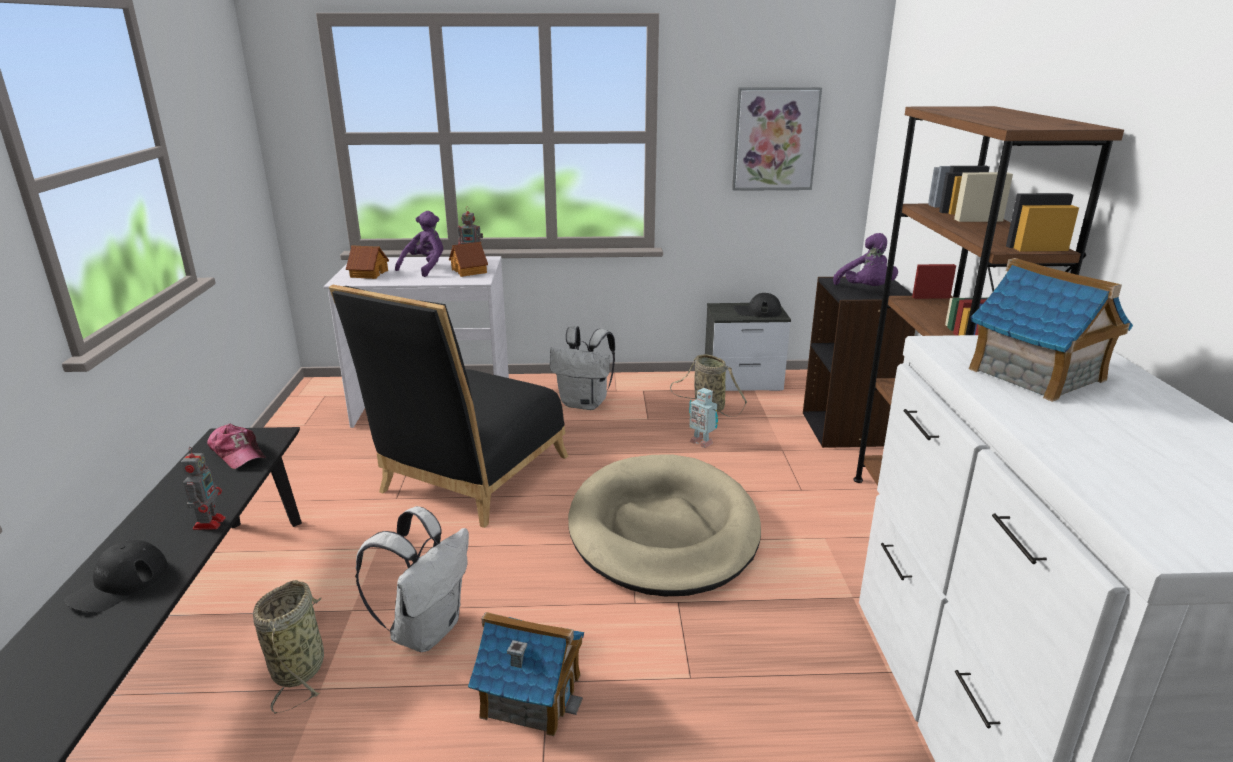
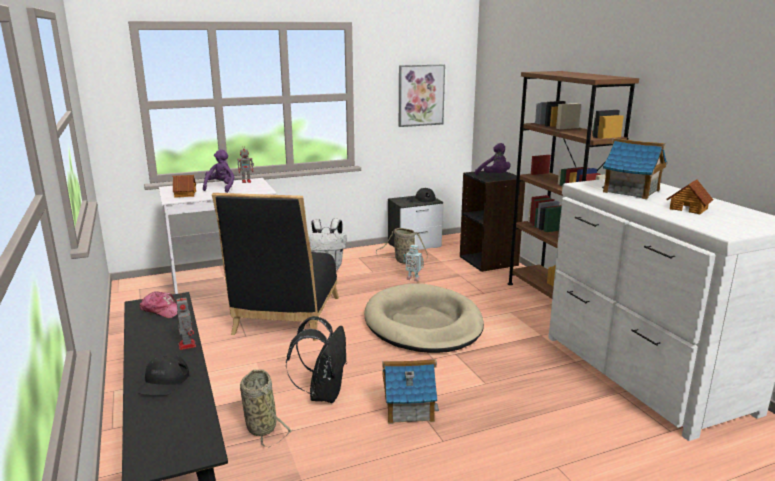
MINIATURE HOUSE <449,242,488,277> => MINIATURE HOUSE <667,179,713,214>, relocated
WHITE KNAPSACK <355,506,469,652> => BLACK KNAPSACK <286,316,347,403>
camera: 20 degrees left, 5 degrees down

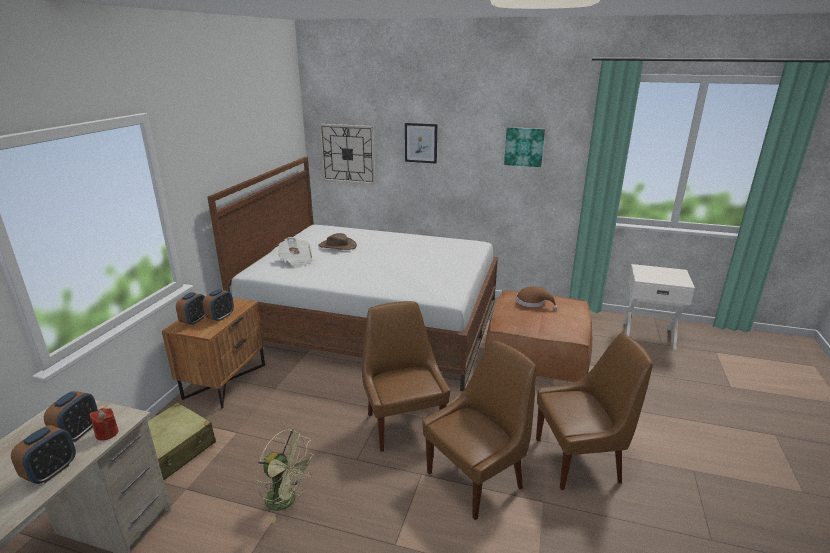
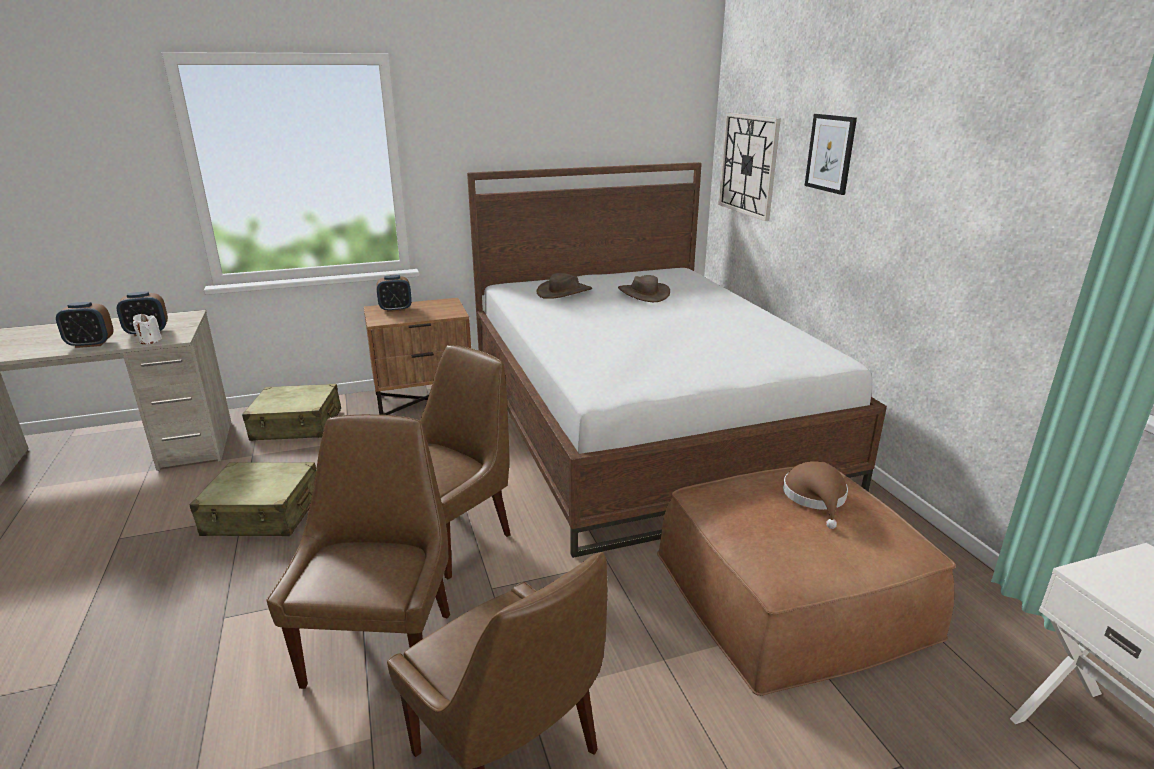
ALARM CLOCK <203,289,234,322> => nothing
PICTURE <504,127,545,167> => nothing
GREEN-COLOURED COOLING FAN <256,429,315,523> => SAND-COLOURED PIECE OF LUGGAGE <190,462,316,536>
NEWSPAPER <278,237,313,269> => BROWNISH HAT <536,273,592,299>
RED-COLOURED WAX CANDLE <90,408,118,440> => WHITE WAX CANDLE <133,314,162,344>
BROWNISH UPRIGHT CHAIR <422,340,536,520> => BROWNISH UPRIGHT CHAIR <266,414,450,689>, 105 degrees counterclockwise
camera: 55 degrees right, 0 degrees up

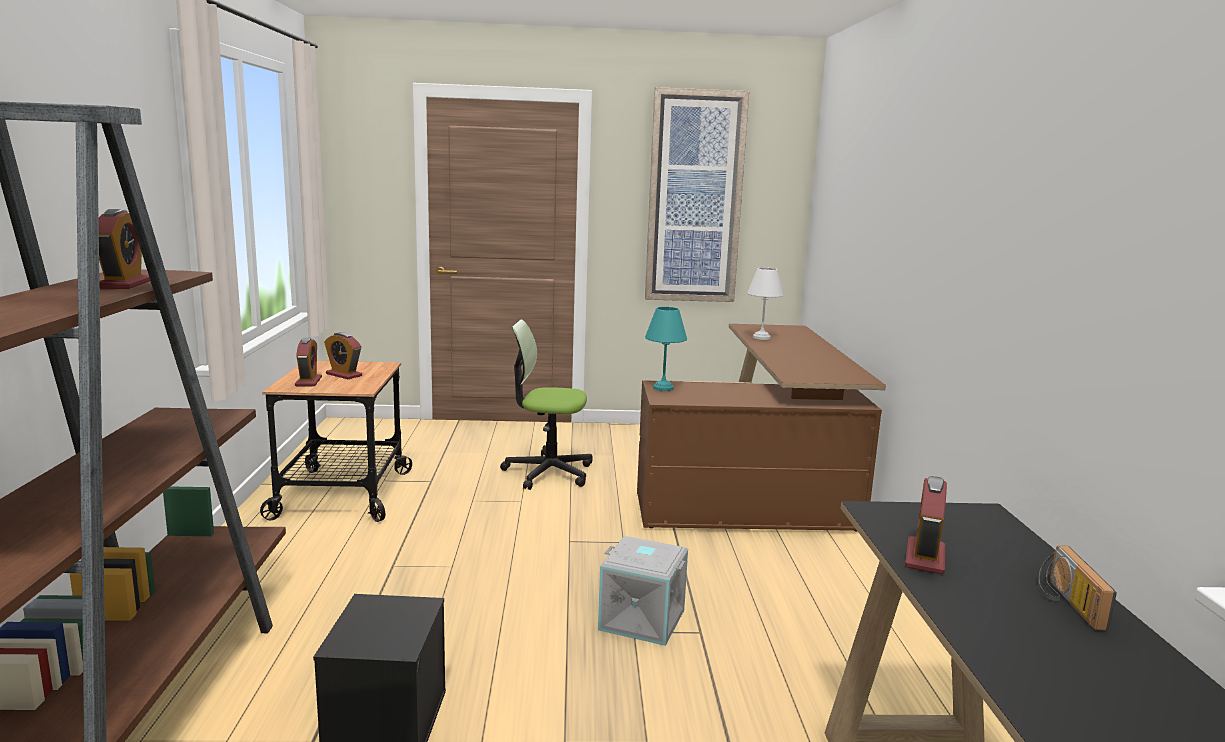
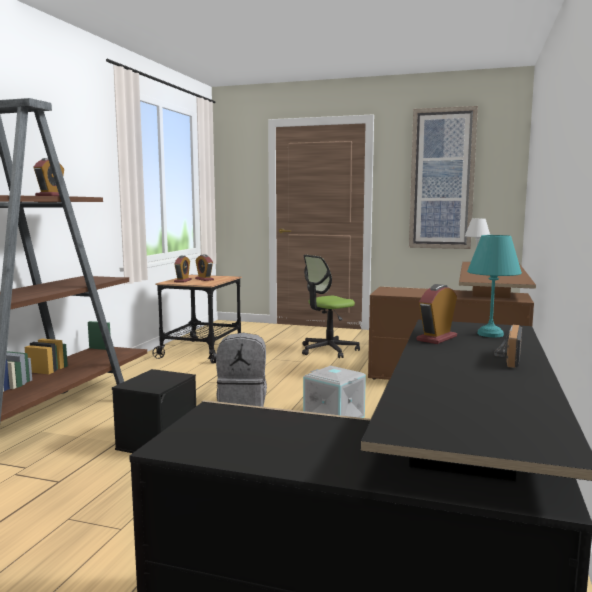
nothing => GREY KNAPSACK <216,333,267,407>
TURQUOISE LAMP FOR A TABLE <645,307,687,391> => TURQUOISE LAMP FOR A TABLE <467,235,522,337>, relocated
COMPUTER CHAIR <500,319,593,490> => COMPUTER CHAIR <302,255,360,358>, 60 degrees counterclockwise
camera: 20 degrees right, 5 degrees down

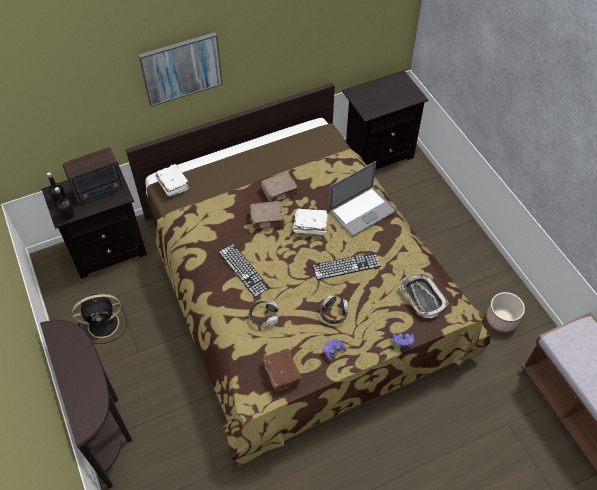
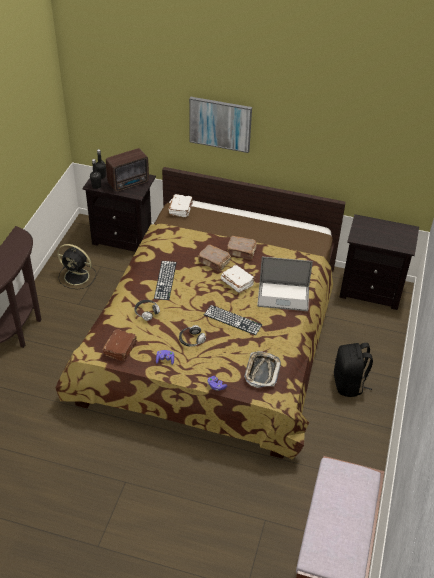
FLOWER POT <486,292,525,332> => nothing
nothing => BLACK KNAPSACK <334,343,373,397>
RADIO RECEIVER <63,148,125,204> => RADIO RECEIVER <106,148,149,192>, 45 degrees counterclockwise
camera: 40 degrees right, 10 degrees down

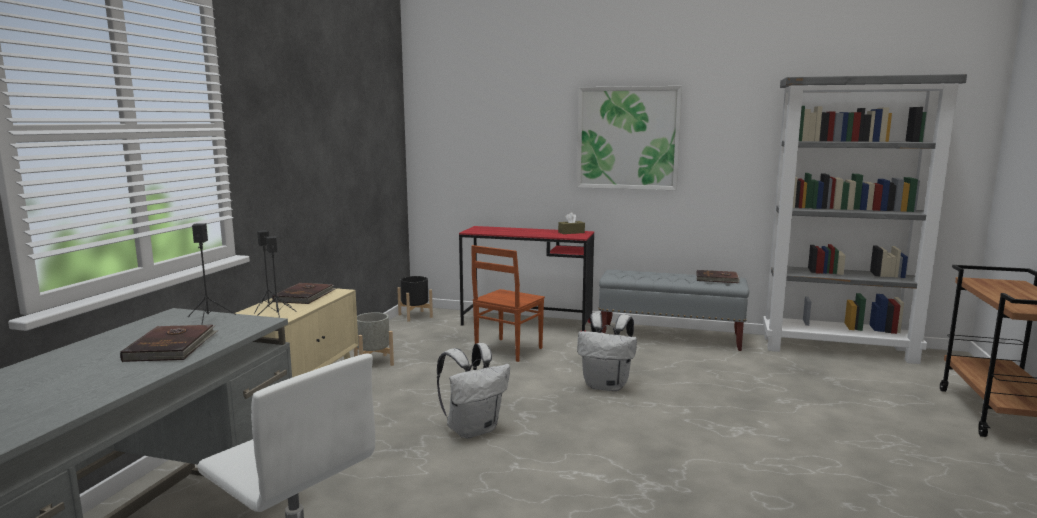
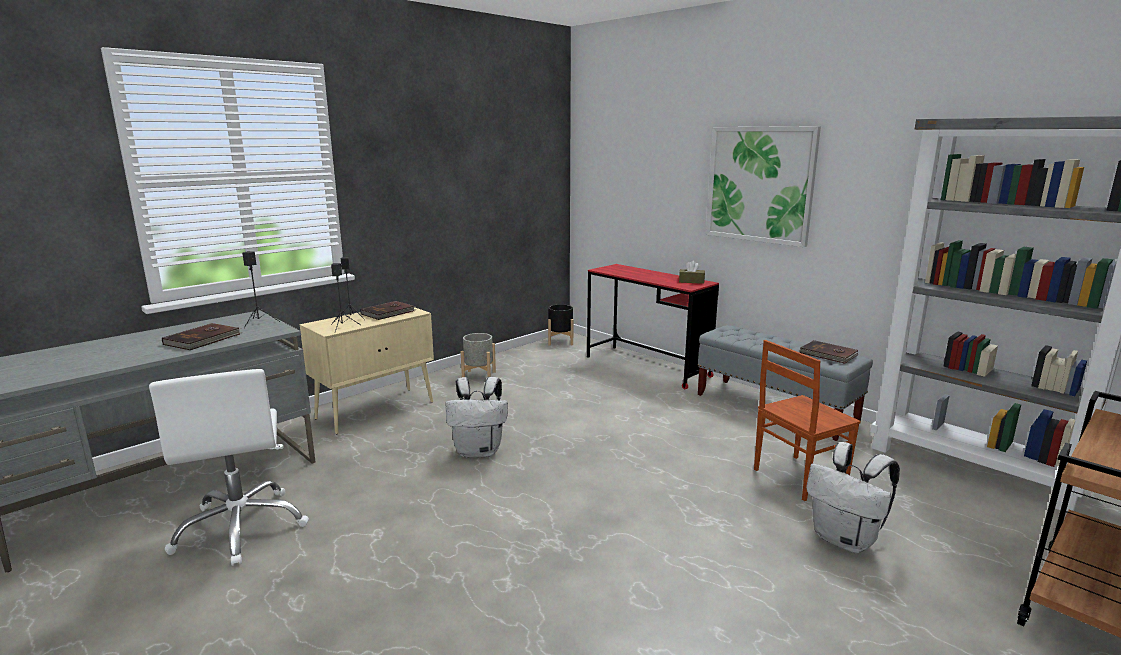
BROWNISH UPRIGHT CHAIR <471,245,545,362> => BROWNISH UPRIGHT CHAIR <754,340,861,501>, relocated
WHITE KNAPSACK <577,312,637,391> => WHITE KNAPSACK <806,442,900,553>, relocated
camera: 30 degrees right, 5 degrees up

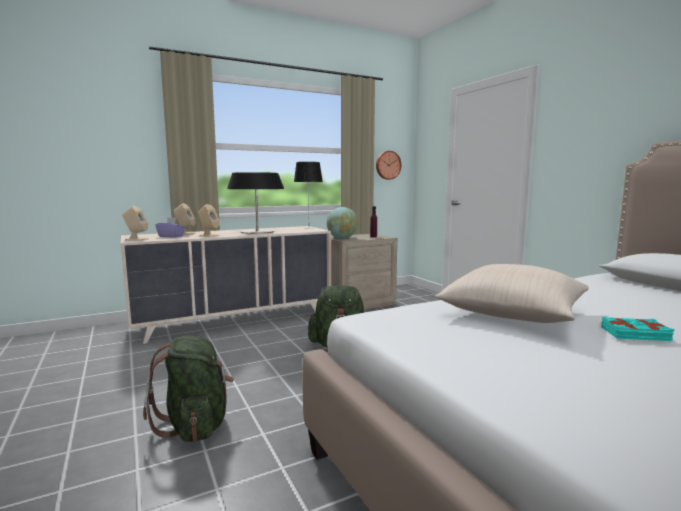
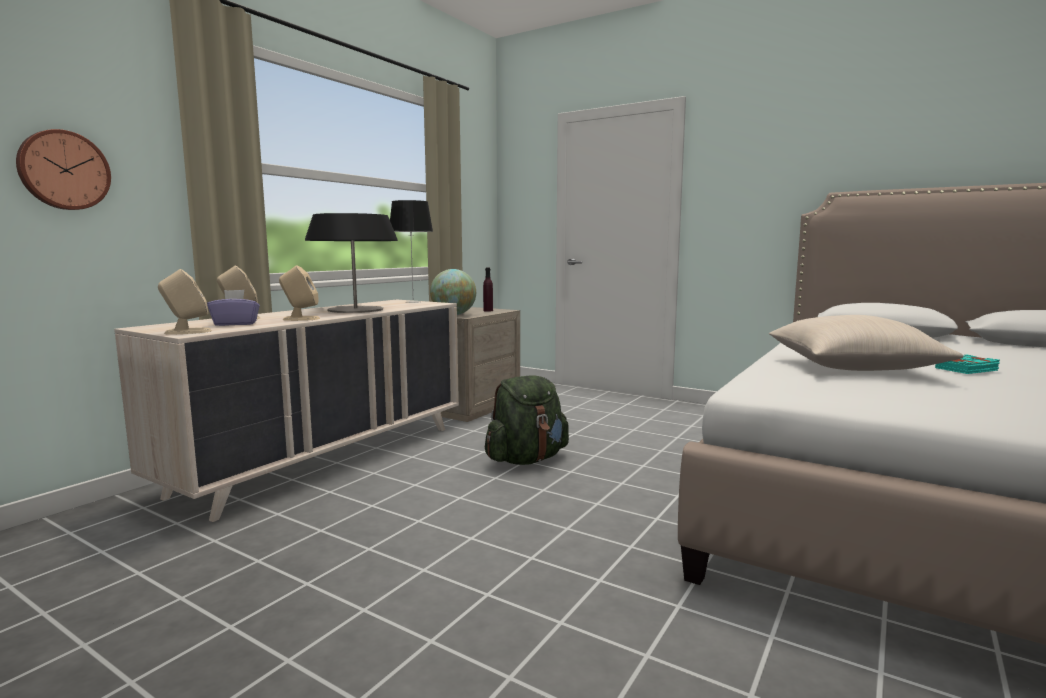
GREEN-COLOURED KNAPSACK <143,336,234,442> => nothing
WALL CLOCK <376,151,401,180> => WALL CLOCK <16,129,111,210>, relocated
camera: 30 degrees left, 0 degrees up

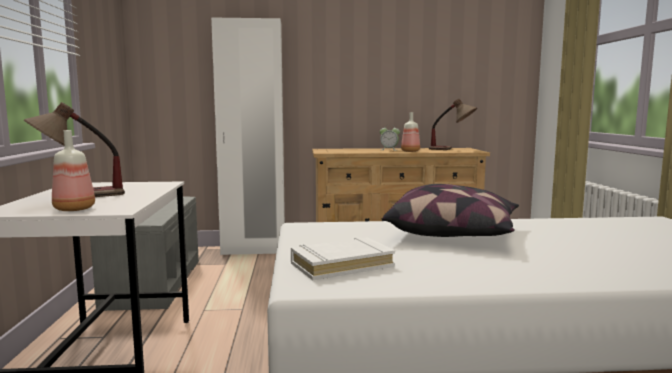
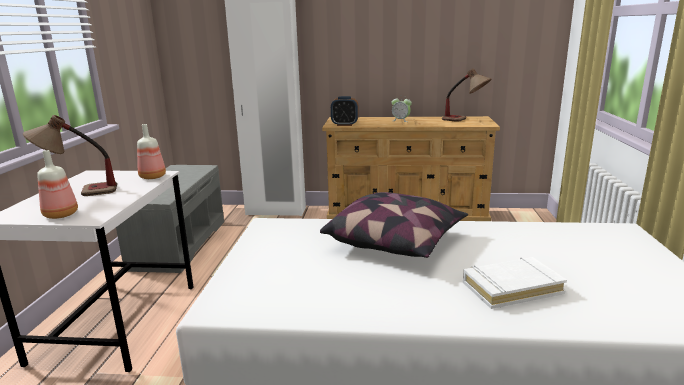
nothing => ALARM CLOCK <331,96,359,126>
WHITE VOLUME <291,238,395,280> => WHITE VOLUME <463,257,567,309>, relocated
BEVERAGE BOTTLE <401,112,420,152> => BEVERAGE BOTTLE <137,124,166,179>, relocated
camera: 10 degrees right, 10 degrees up

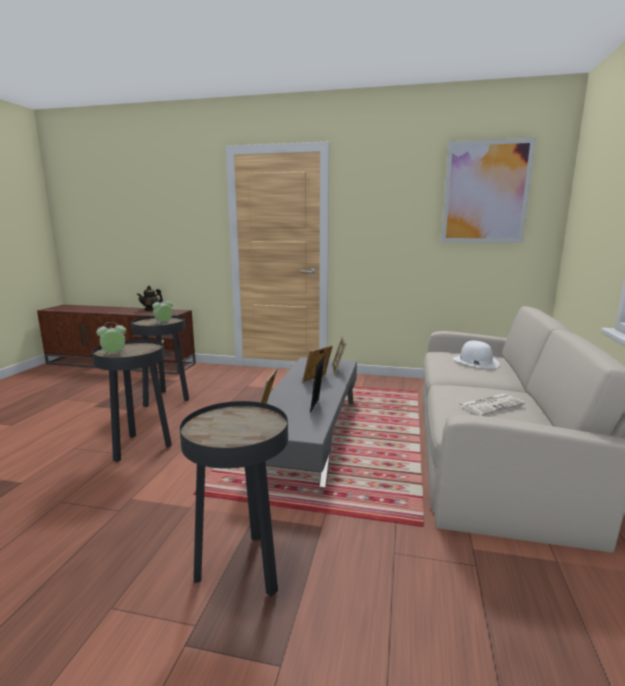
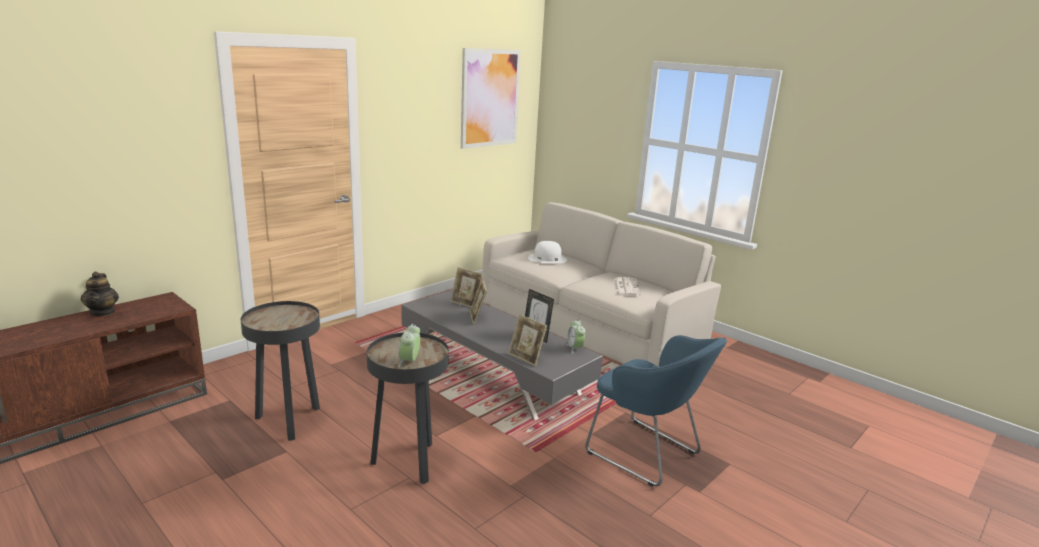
ALARM CLOCK <152,298,173,324> => ALARM CLOCK <566,319,585,354>, relocated
BLACK END TABLE <180,401,288,597> => BLUISH EASY CHAIR <585,335,727,487>
camera: 60 degrees left, 5 degrees up

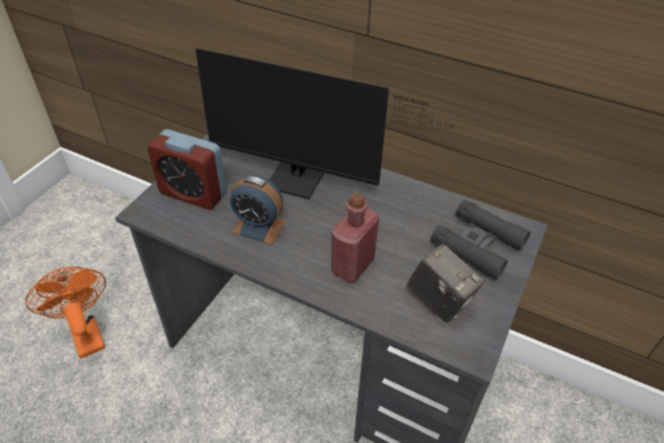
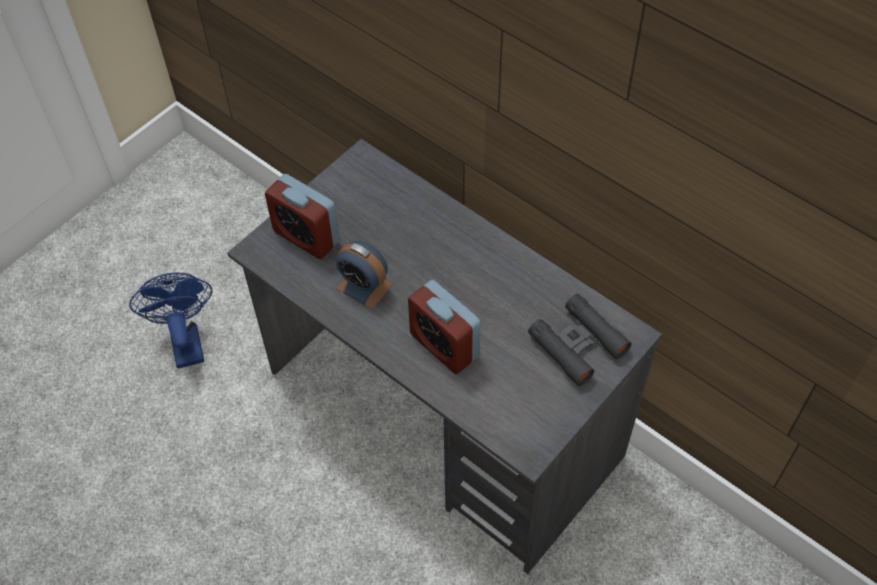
COMPUTER SCREEN <195,48,454,199> => nothing
STILL CAMERA <407,244,484,323> => nothing
RED-COLOURED BEVERAGE BOTTLE <331,193,379,282> => ALARM CLOCK <408,280,481,374>
ORANGE COOLING FAN <25,266,106,359> => BLUISH COOLING FAN <129,272,213,369>
camera: 15 degrees right, 10 degrees up

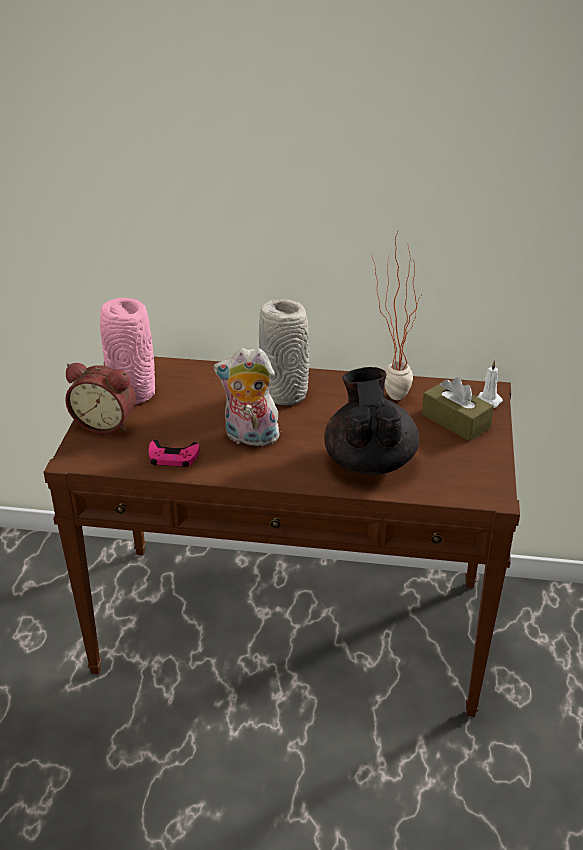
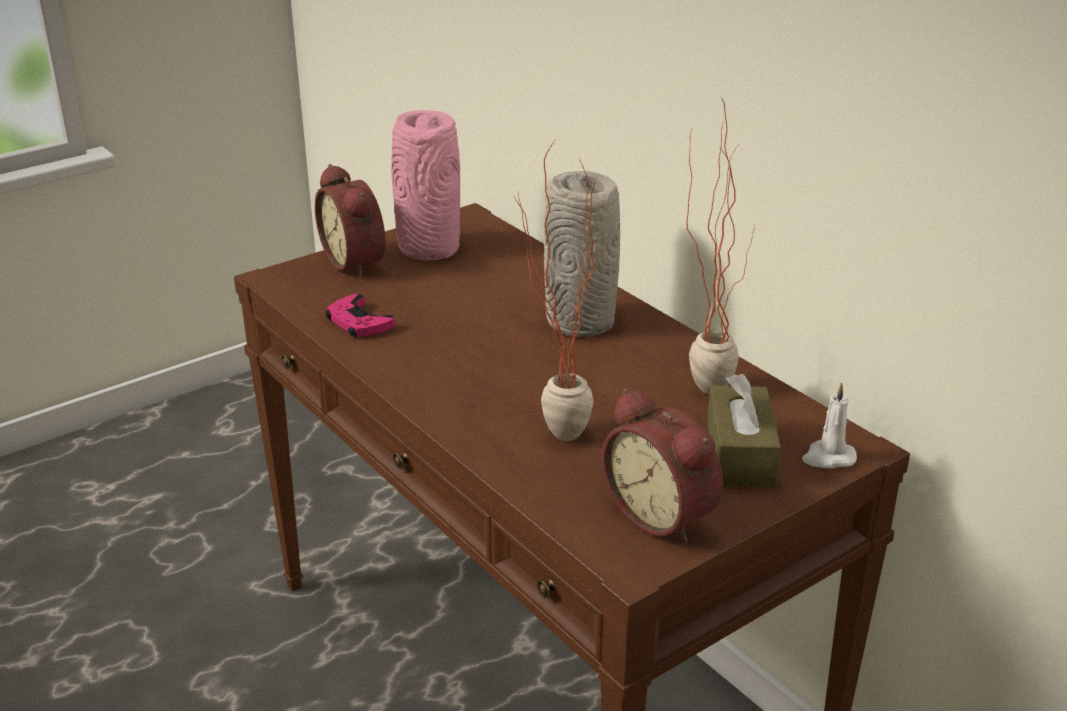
CUDDLY TOY <214,348,280,446> => nothing
nothing => ALARM CLOCK <602,388,723,544>
BLACK TEAPOT <324,367,419,475> => POTTED PLANT <514,141,595,441>
camera: 45 degrees right, 5 degrees down

